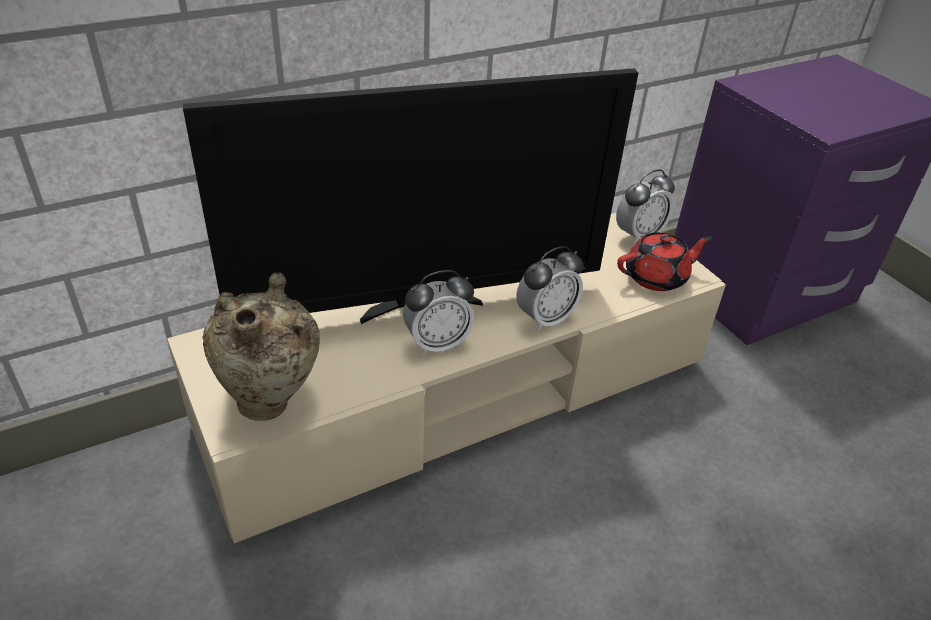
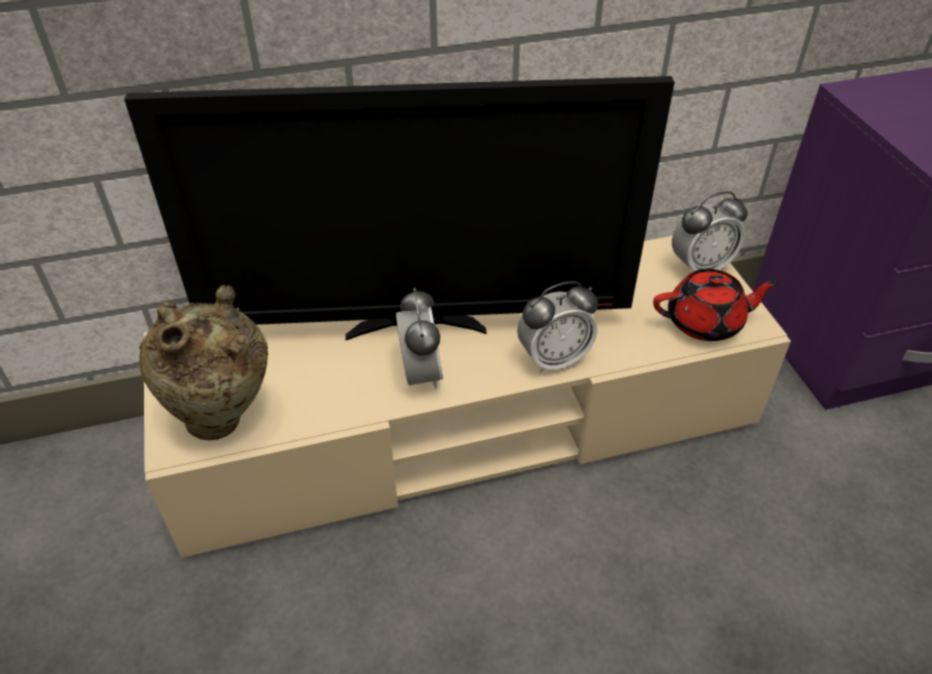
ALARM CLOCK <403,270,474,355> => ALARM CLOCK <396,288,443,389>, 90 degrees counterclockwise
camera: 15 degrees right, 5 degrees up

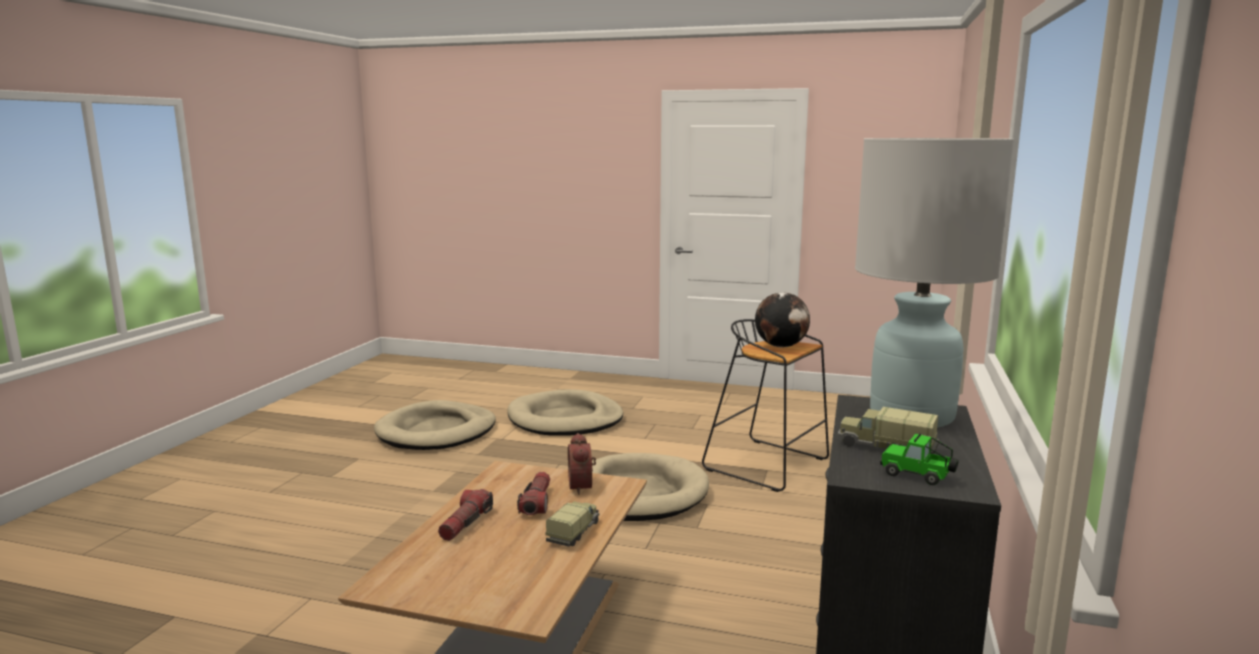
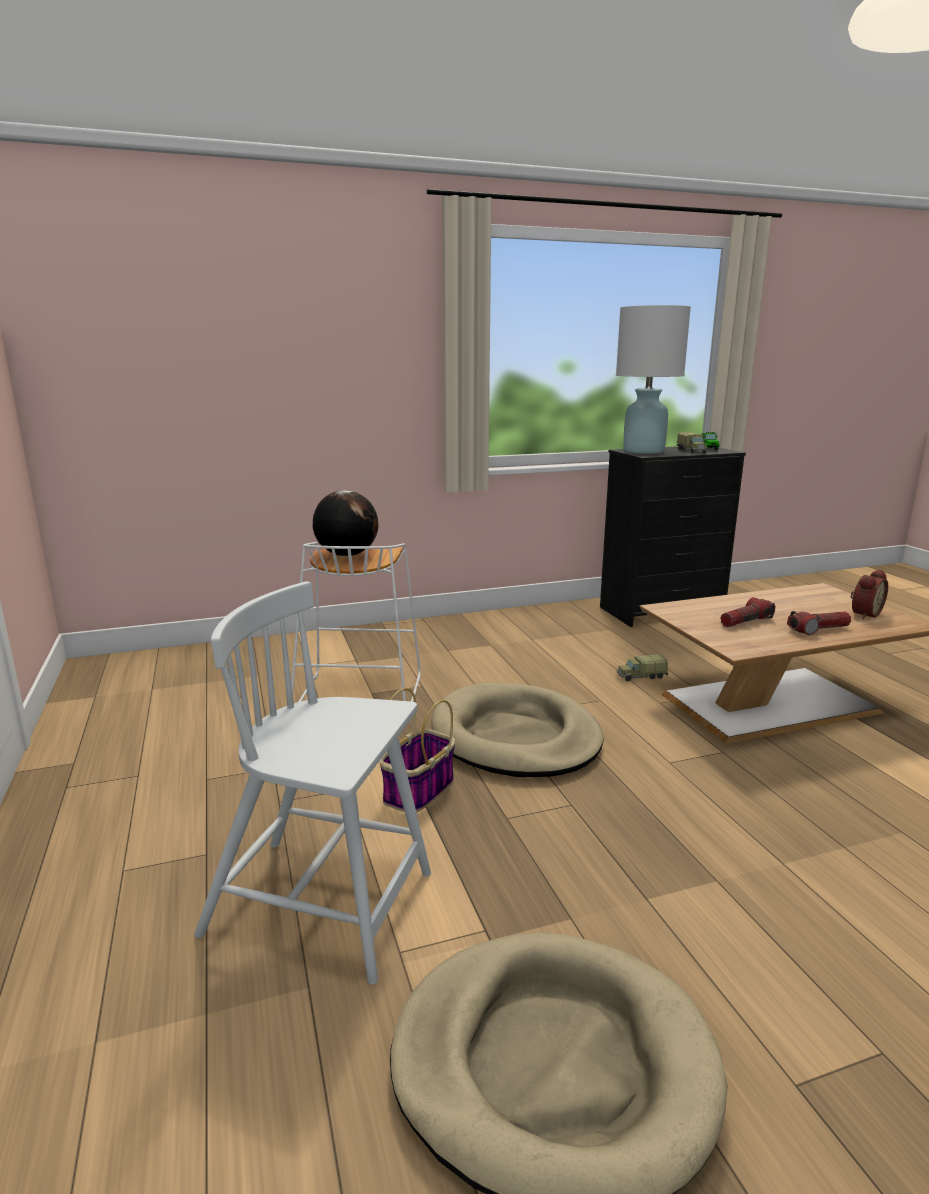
nothing => BASKET <380,688,455,813>
MODEL TRUCK <545,502,600,547> => MODEL TRUCK <617,654,668,681>, relocated
ALARM CLOCK <568,433,596,495> => ALARM CLOCK <851,570,888,619>, relocated
SAND-COLOURED DOG CUSHION <507,389,623,436> => WHITE UPRIGHT CHAIR <194,582,431,984>
BLACK STOOL <702,319,829,492> => WHITE STOOL <291,542,421,702>
camera: 125 degrees left, 5 degrees up

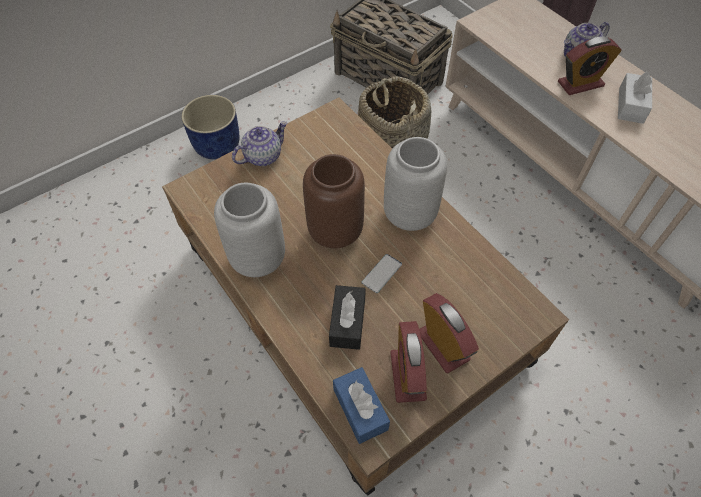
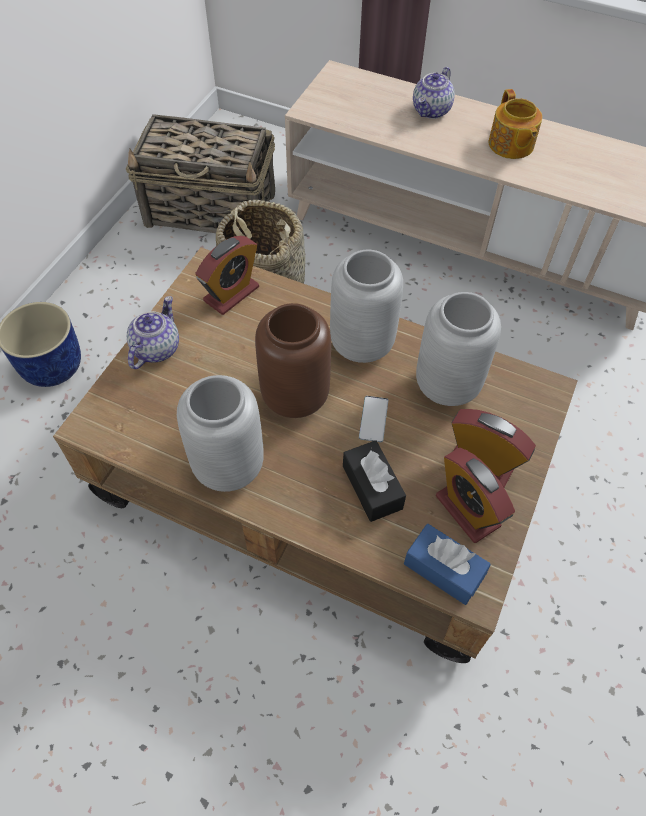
nothing => GREY DECORATIVE VASE <416,292,501,406>
ALARM CLOCK <558,36,622,95> => ALARM CLOCK <195,236,259,315>, relocated
WHITE BOX OF TISSUES <618,71,652,124> => TEAPOT <489,89,542,159>
camera: 30 degrees left, 0 degrees up

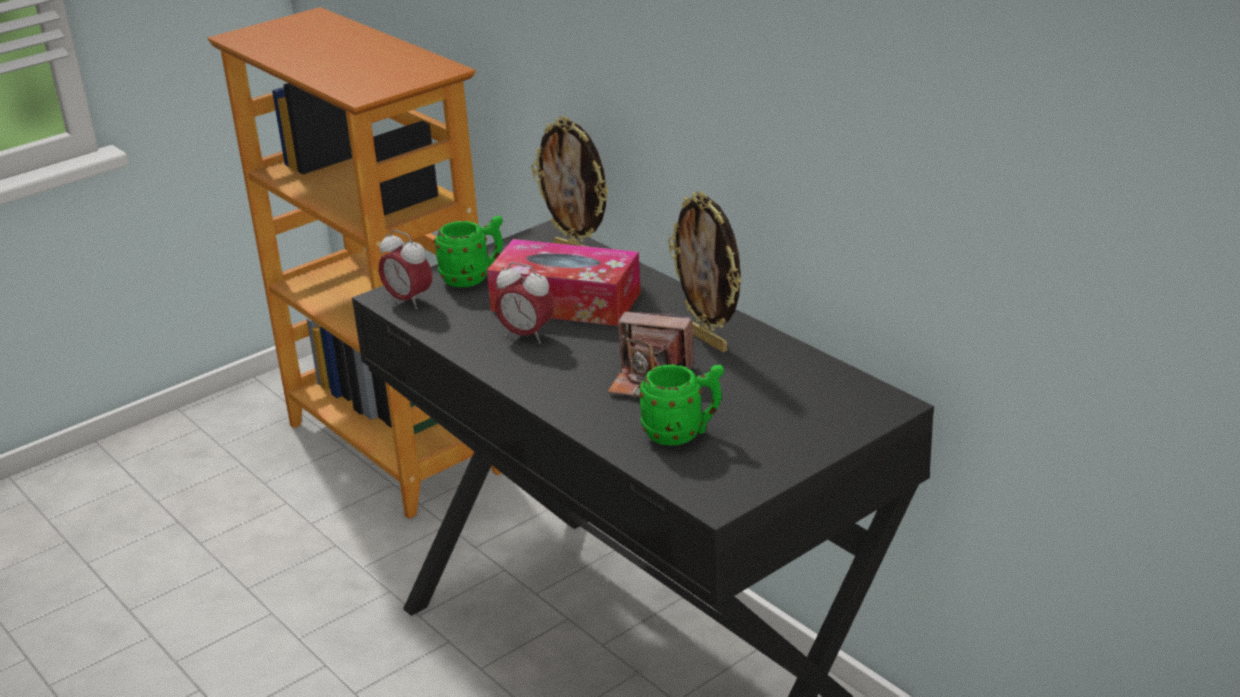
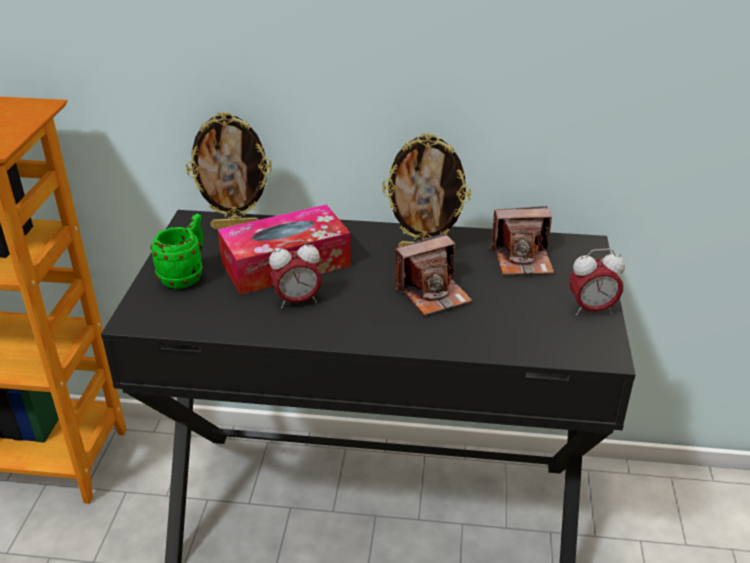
GREEN-COLOURED TEA MUG <638,364,724,446> => nothing
nothing => STILL CAMERA <490,206,554,275>
ALARM CLOCK <379,230,432,309> => ALARM CLOCK <569,249,625,316>, relocated
camera: 45 degrees left, 5 degrees up

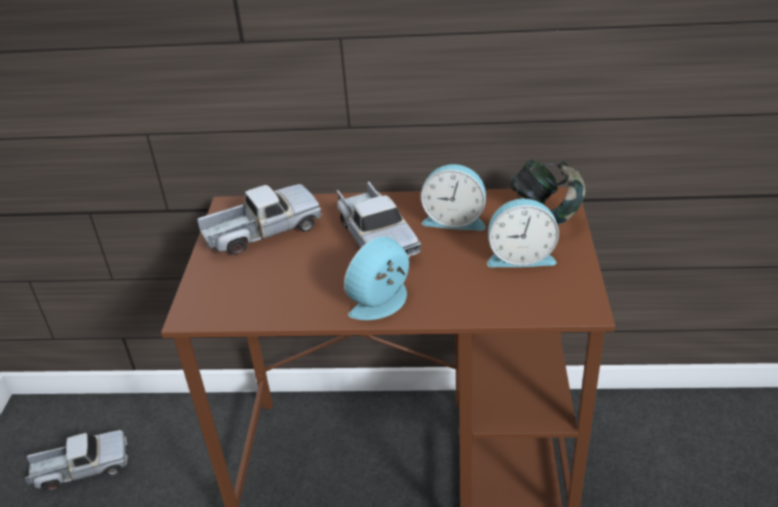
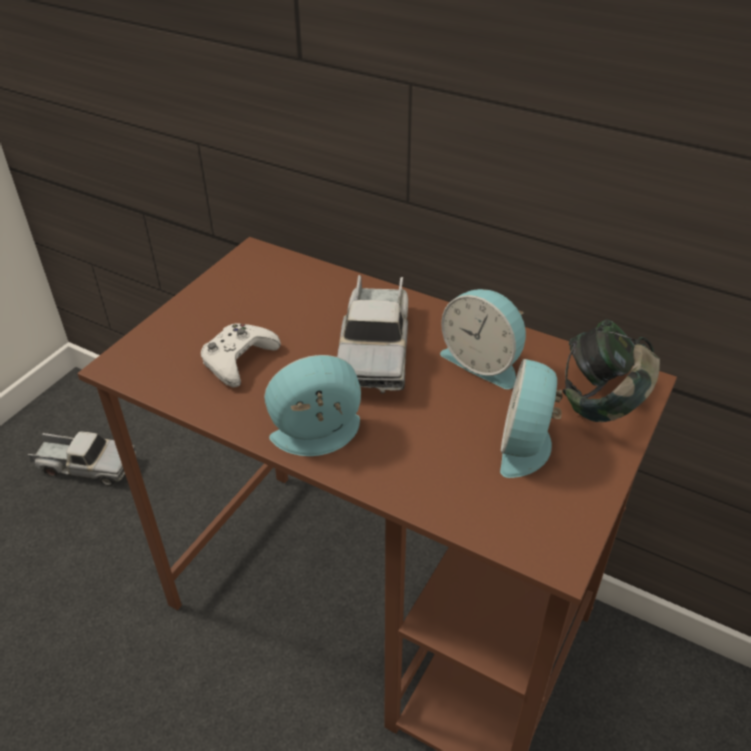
MODEL TRUCK <197,184,322,255> => nothing
nothing => WHITE GAME CONTROLLER <201,323,281,387>
ALARM CLOCK <487,198,559,268> => ALARM CLOCK <500,359,563,478>, 75 degrees clockwise
camera: 25 degrees right, 5 degrees up

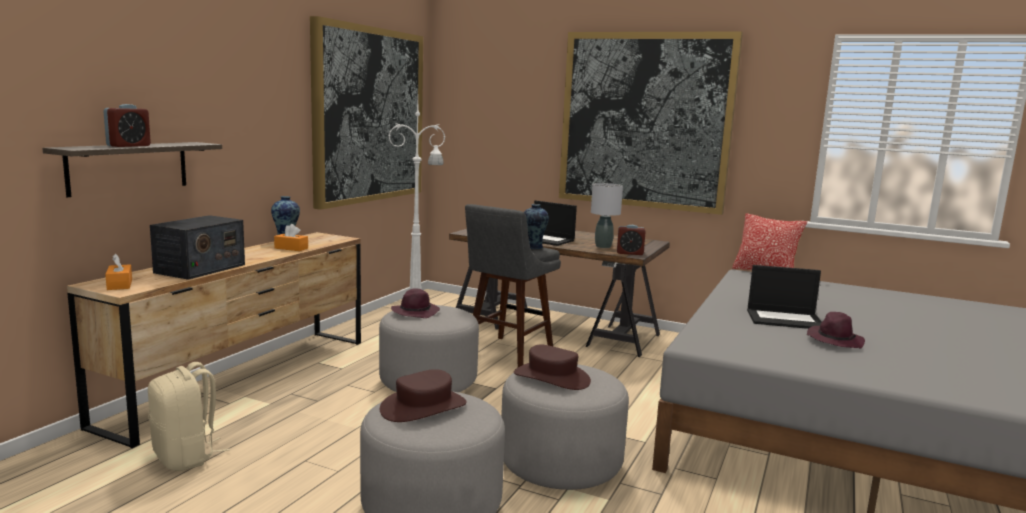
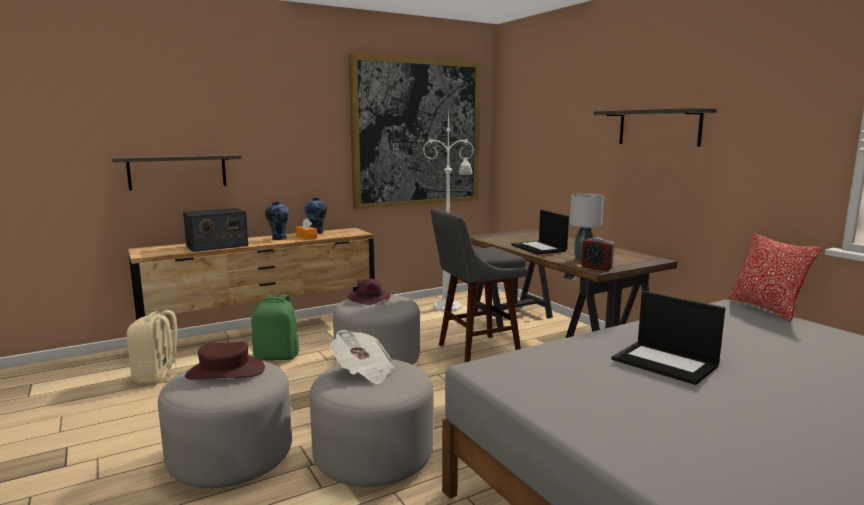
ALARM CLOCK <103,104,151,147> => nothing
ORANGE BOX OF TISSUES <105,254,132,290> => nothing
PURPLISH HAT <807,312,865,348> => nothing
nothing => GREEN-COLOURED KNAPSACK <251,295,299,360>
DECORATIVE VASE <524,204,549,249> => DECORATIVE VASE <265,201,289,240>, relocated
BROWNISH HAT <514,345,591,390> => NEWSPAPER <330,330,395,384>
PICTURE <559,32,743,215> => BRACKET SHELF <594,108,717,147>
camera: 35 degrees right, 0 degrees up

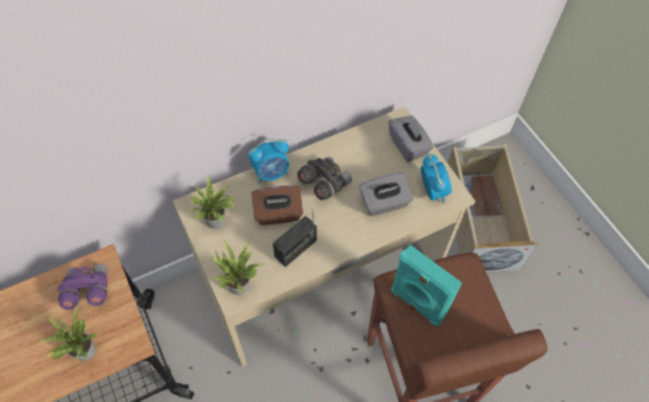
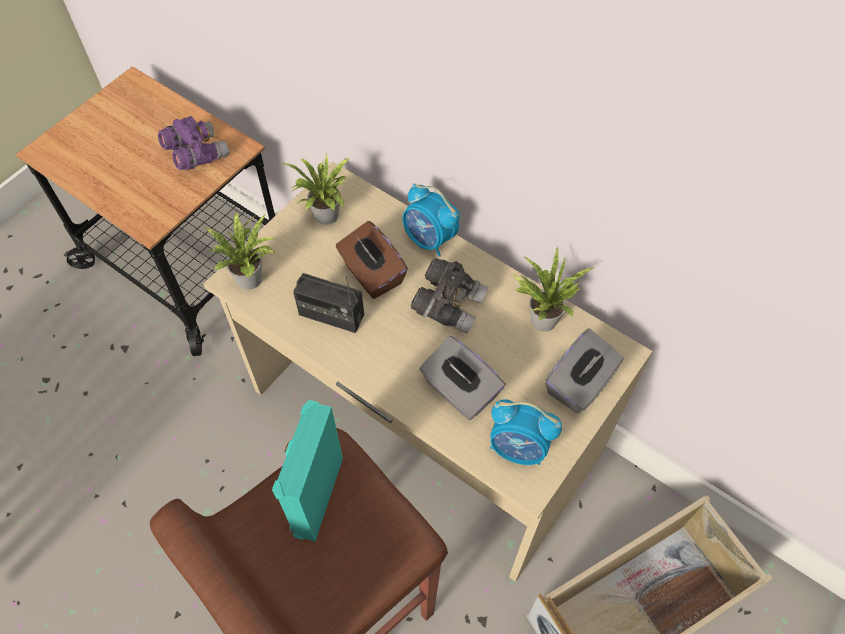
POTTED PLANT <37,304,99,361> => POTTED PLANT <513,246,593,332>, relocated
ALARM CLOCK <421,153,452,203> => ALARM CLOCK <490,399,562,465>, 60 degrees clockwise
camera: 65 degrees right, 0 degrees up

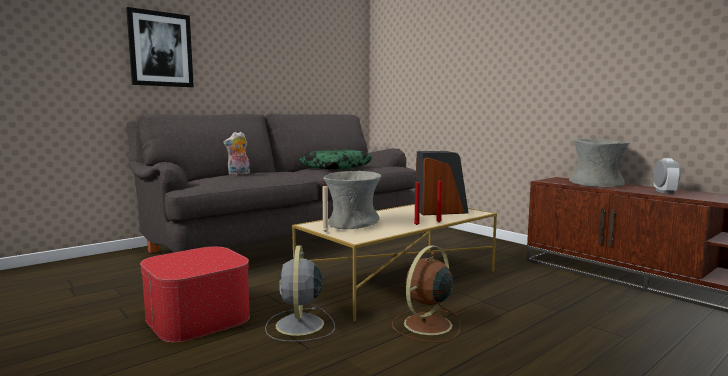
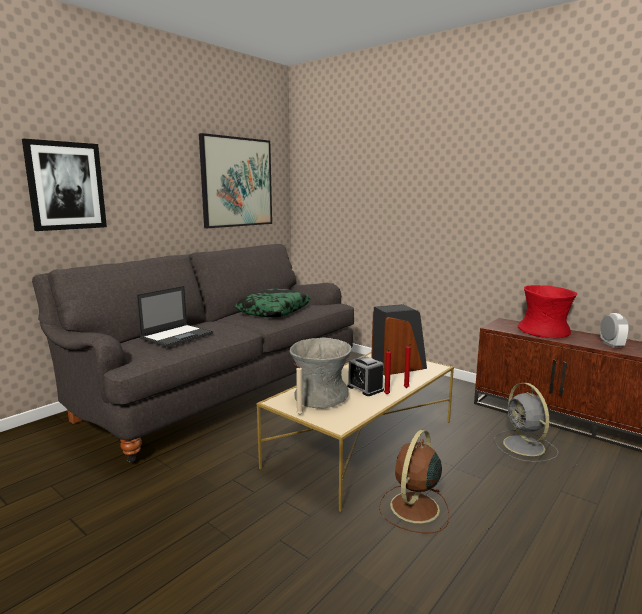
POUFFE <140,246,250,342> => nothing
nothing => PICTURE <199,133,272,228>
nothing => ALARM CLOCK <347,356,384,396>
GREY COOLING FAN <265,245,335,342> => GREY COOLING FAN <494,383,558,462>, relocated
CUDDLY TOY <223,132,250,175> => NOTEBOOK COMPUTER <137,286,213,347>
GREY DECORATIVE VASE <569,138,629,187> => RED-COLOURED DECORATIVE VASE <518,285,577,338>
camera: 10 degrees left, 5 degrees up

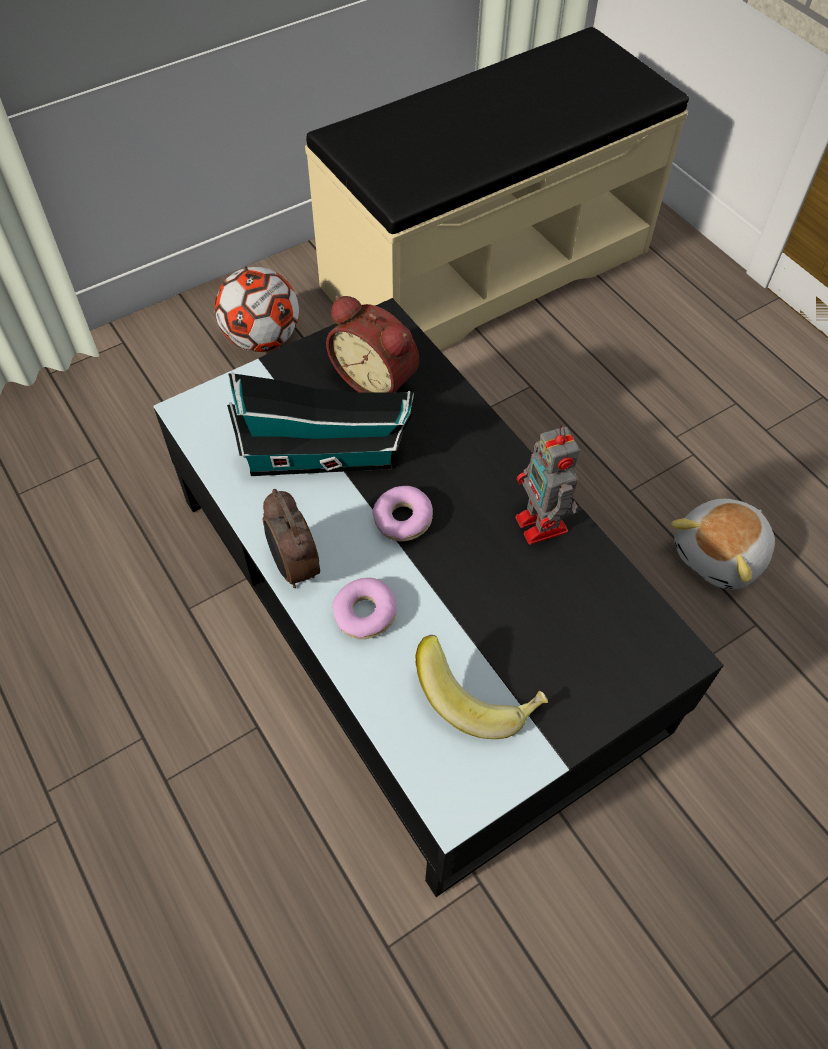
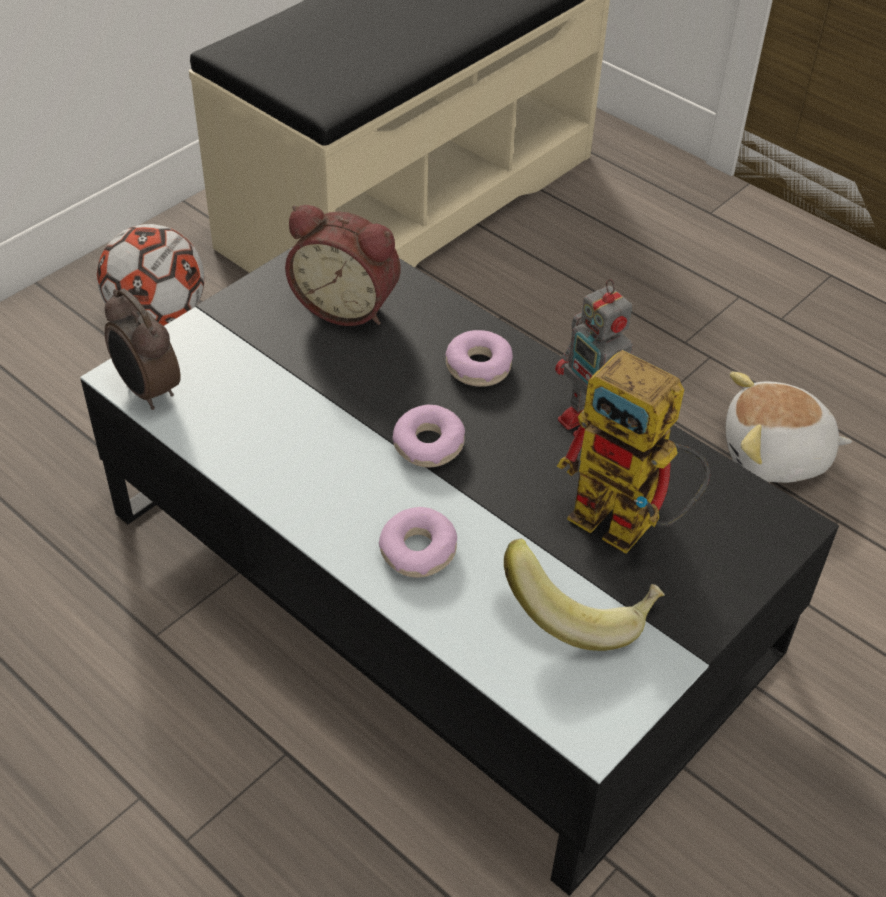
MINIATURE HOUSE <227,372,414,476> => nothing
nothing => RING DOUGHNUT <445,330,513,387>
nothing => ROBOT FIGURE <557,350,710,554>
ALARM CLOCK <263,489,320,588> => ALARM CLOCK <105,289,181,410>, relocated
CUDDLY TOY <671,499,775,590> => CUDDLY TOY <726,372,852,483>, 60 degrees clockwise
camera: 15 degrees left, 10 degrees down

